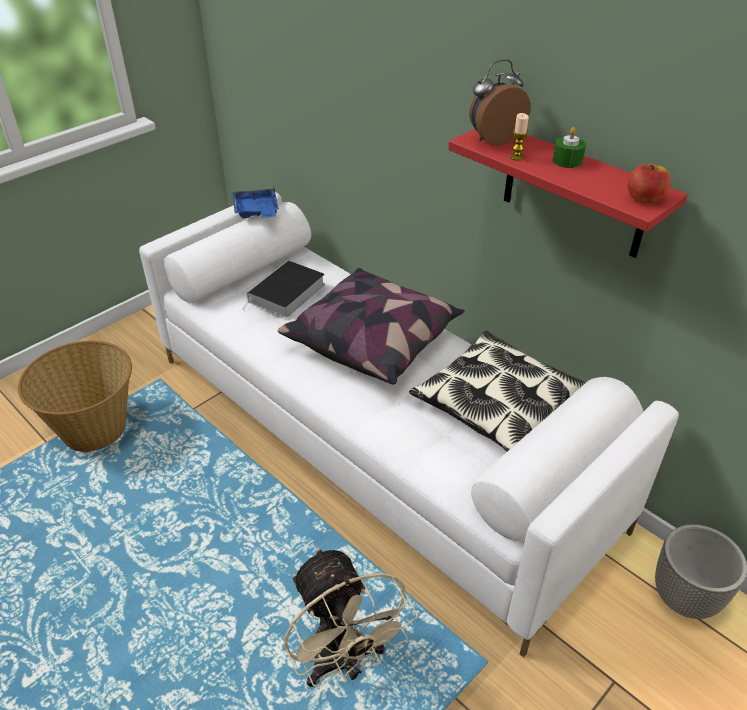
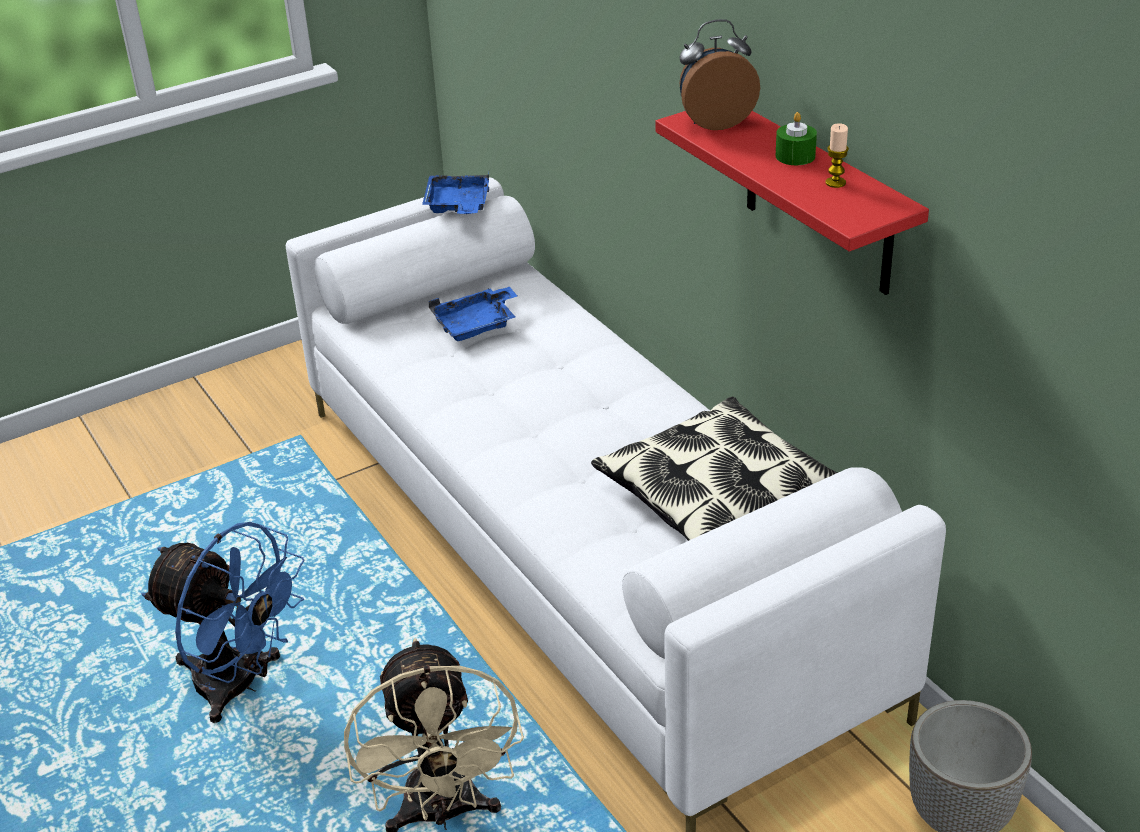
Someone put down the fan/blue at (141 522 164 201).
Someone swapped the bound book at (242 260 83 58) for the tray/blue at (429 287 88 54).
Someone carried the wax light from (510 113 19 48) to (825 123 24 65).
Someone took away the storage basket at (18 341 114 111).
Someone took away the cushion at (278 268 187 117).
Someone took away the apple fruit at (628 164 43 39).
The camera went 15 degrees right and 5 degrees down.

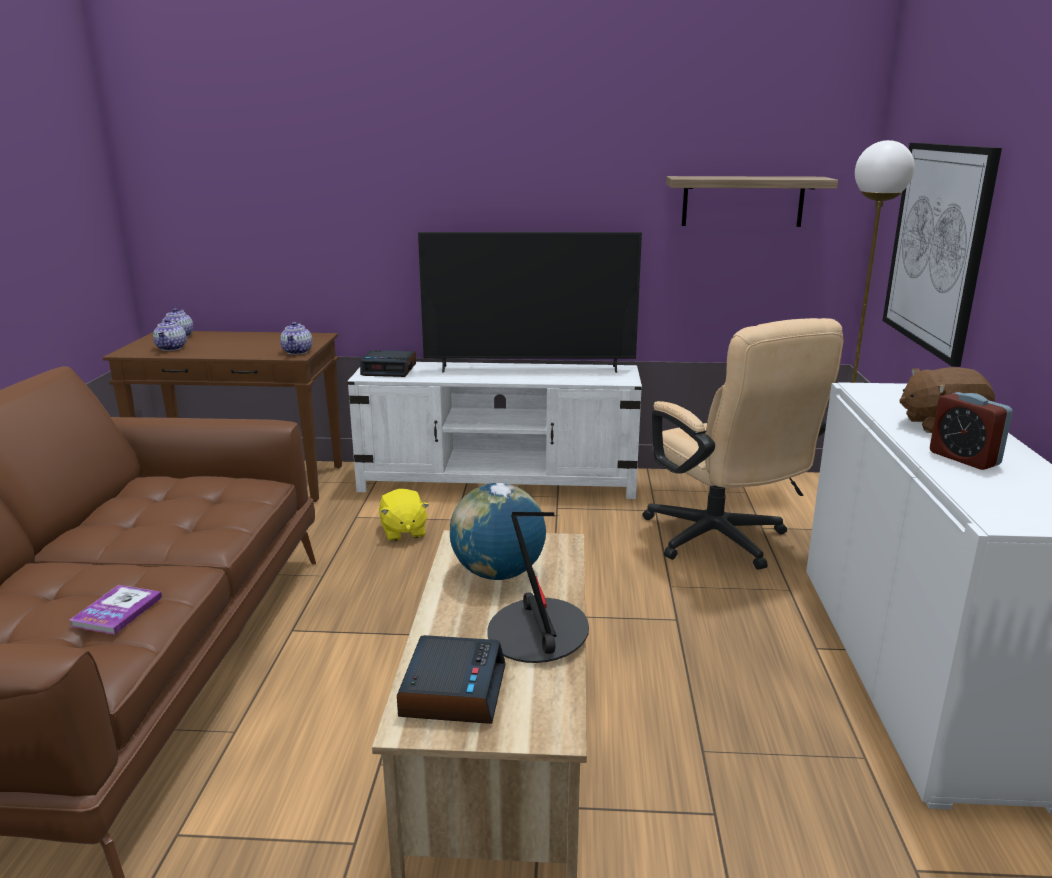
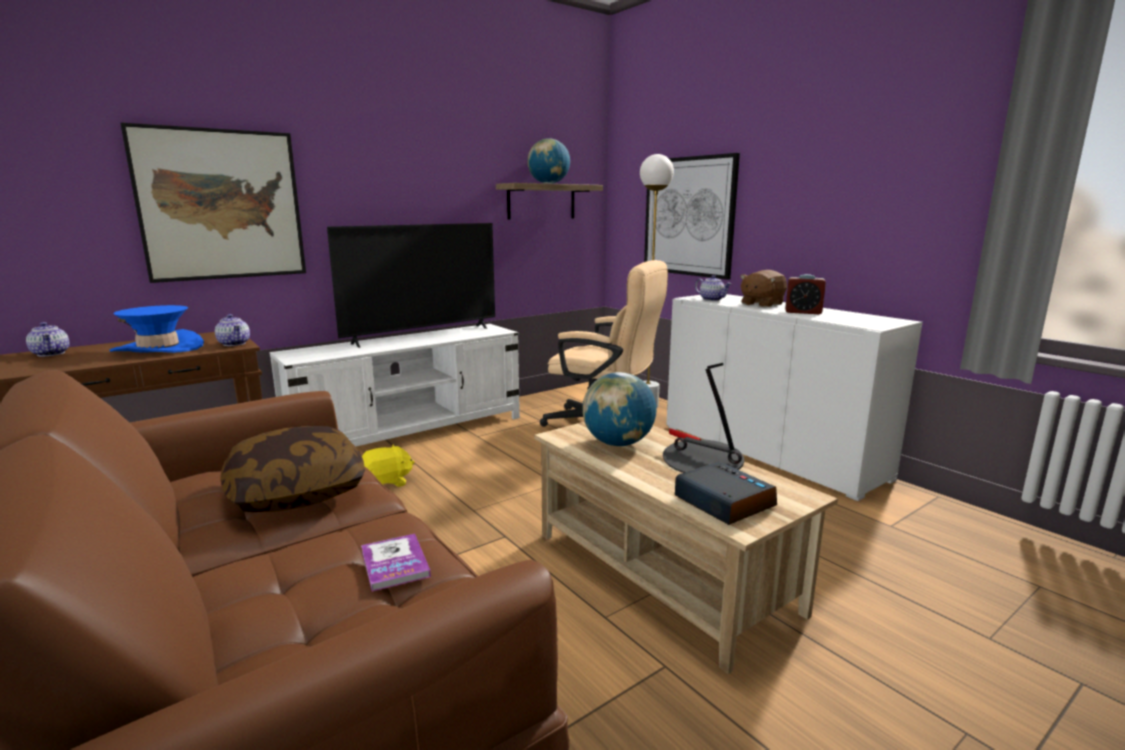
Someone put down the wearable hat/blue at (110 305 94 48).
Someone put up the wall picture at (120 123 186 160).
Someone put down the cushion at (220 426 145 86).
Someone rotated the soft toy/yellow-coloured at (379 489 50 53) by 60 degrees counterclockwise.
Someone put down the world globe at (527 138 43 46).
Someone carried the pot for tea from (153 319 33 32) to (695 275 37 26).
Someone took away the bedside clock at (360 350 56 27).
The camera went 40 degrees left and 5 degrees down.

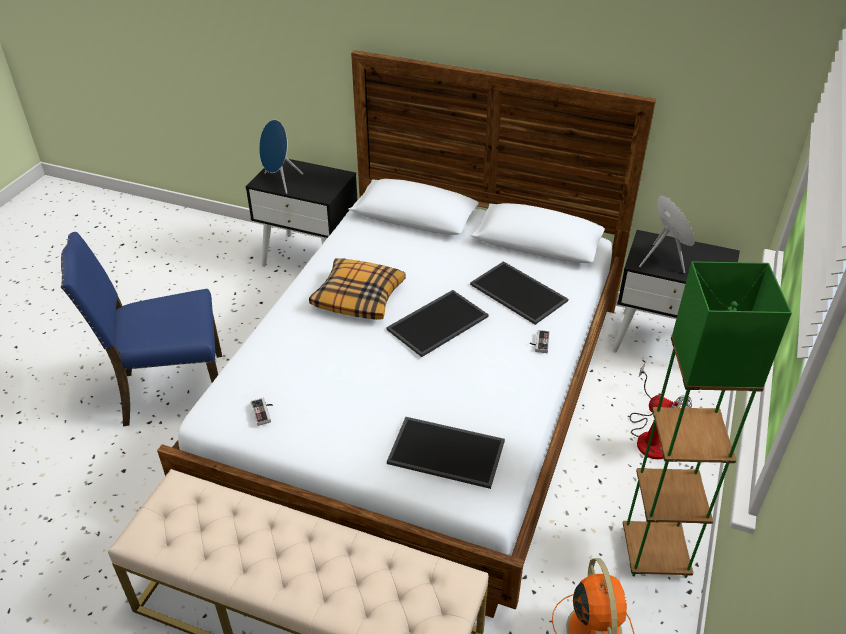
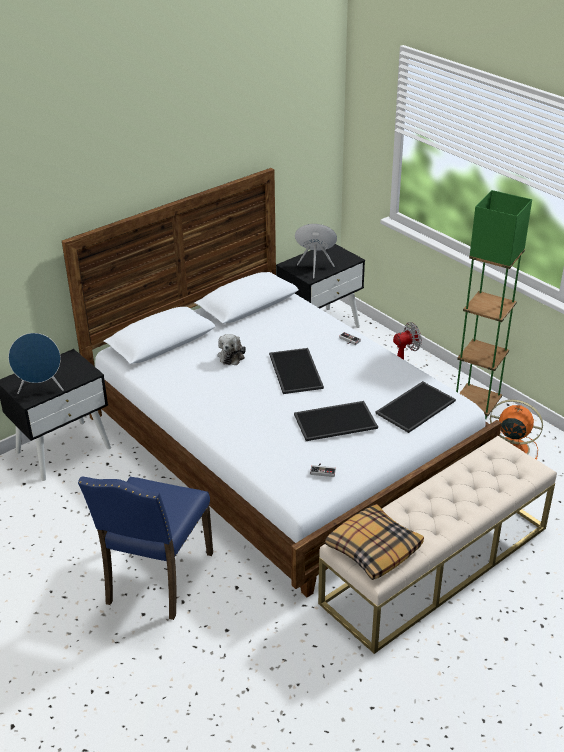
Someone put down the soft toy at (218 334 28 31).
Someone carried the tray from (470 261 98 64) to (294 401 84 40).
Someone carried the cushion from (309 258 97 62) to (325 504 99 76).
The camera went 60 degrees left and 5 degrees down.

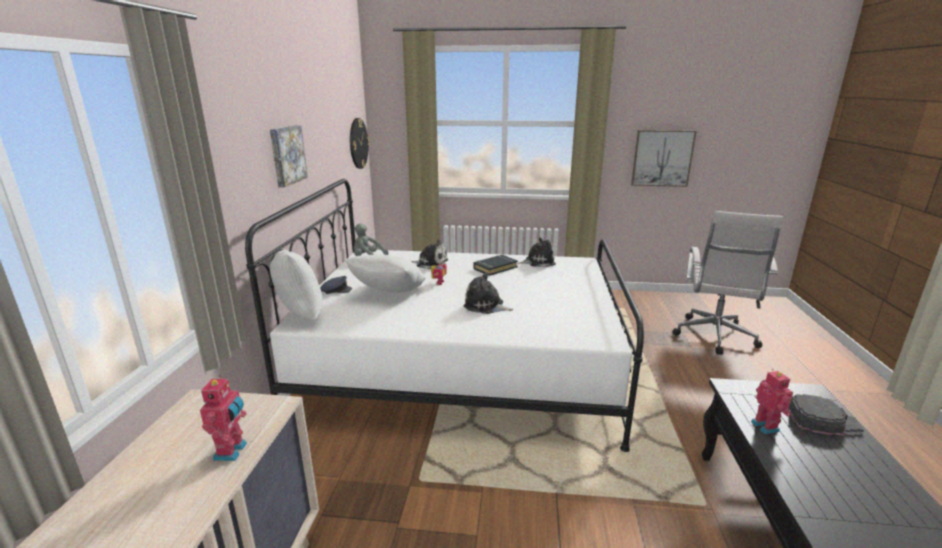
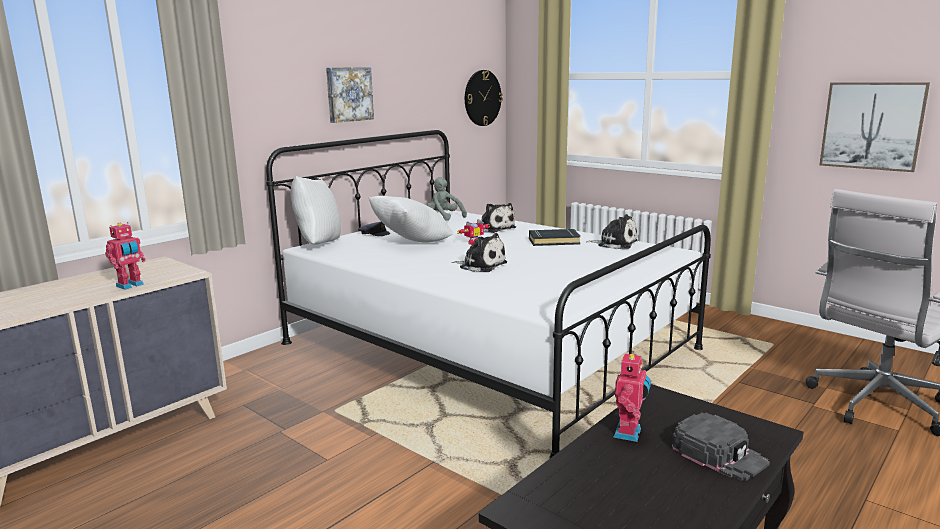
Someone rotated the soft toy at (464 272 49 42) by 150 degrees clockwise.
The camera went 35 degrees right and 5 degrees down.

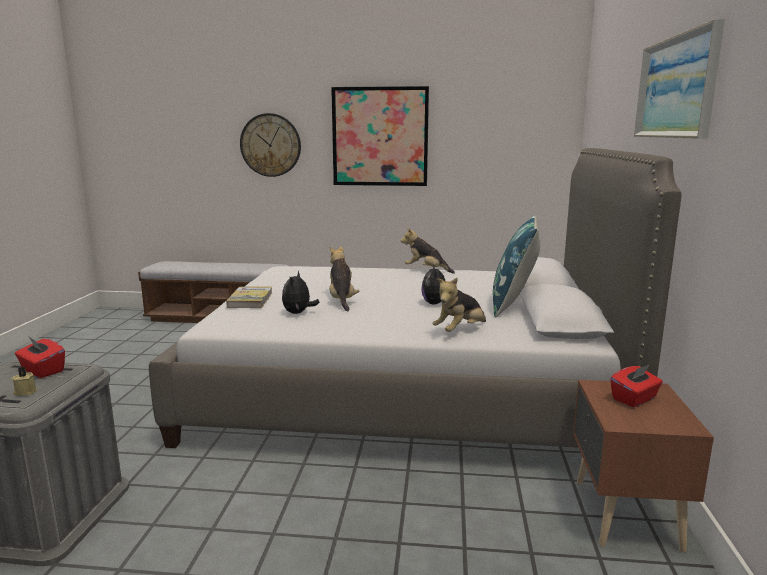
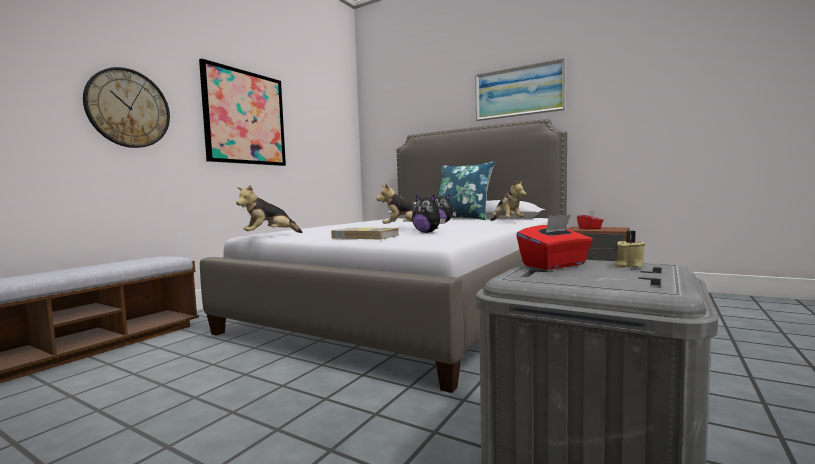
Someone carried the soft toy from (400 228 55 46) to (236 185 67 48).
The camera went 65 degrees left and 10 degrees down.

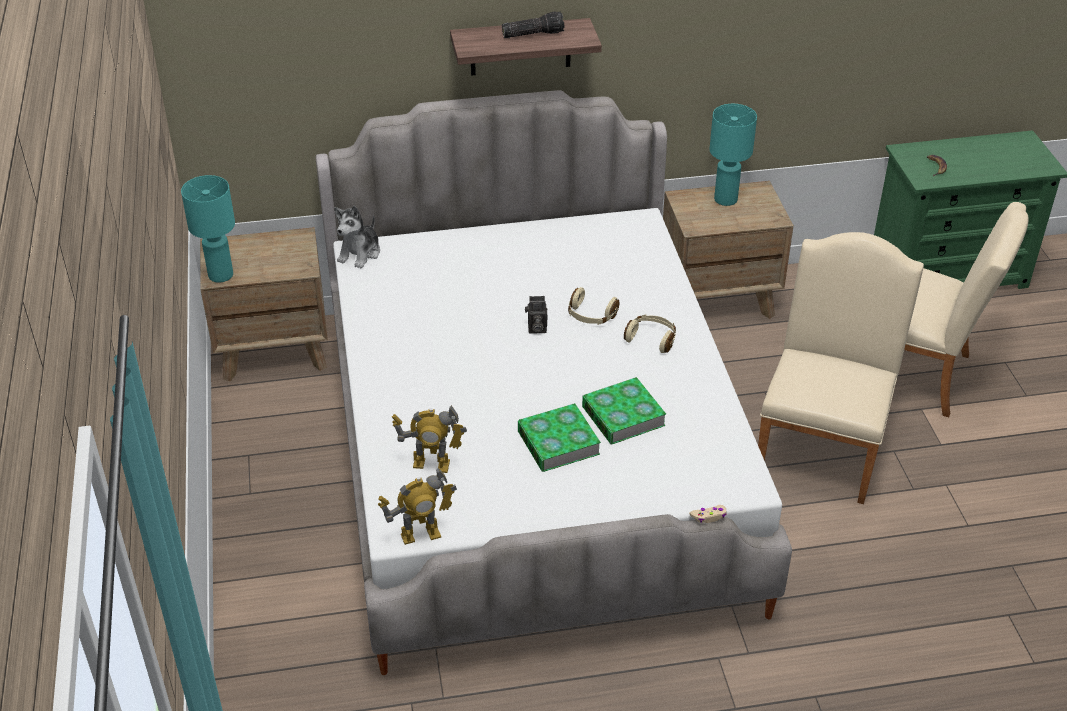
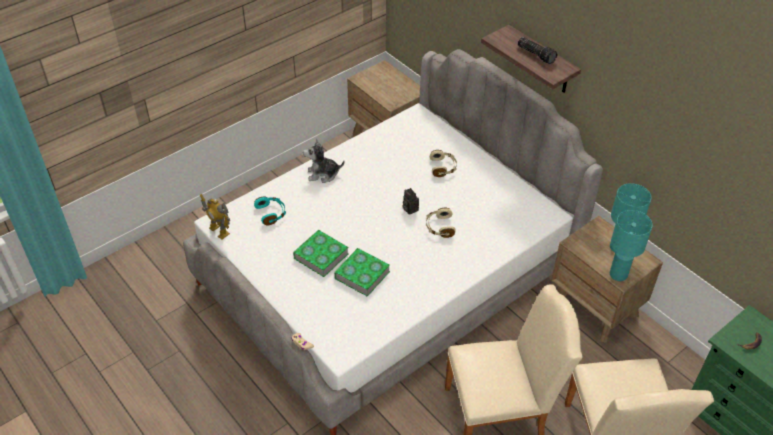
Someone swapped the toy robot at (392 405 75 68) for the headphones/blue-green at (254 196 32 29).
Someone carried the soft toy from (334 206 46 63) to (303 138 41 45).
Someone carried the headphones/sand-coloured from (624 314 52 39) to (430 150 27 27).
Someone carried the table lamp/blue-green from (181 175 54 108) to (610 210 43 71).
The camera went 60 degrees right and 5 degrees up.

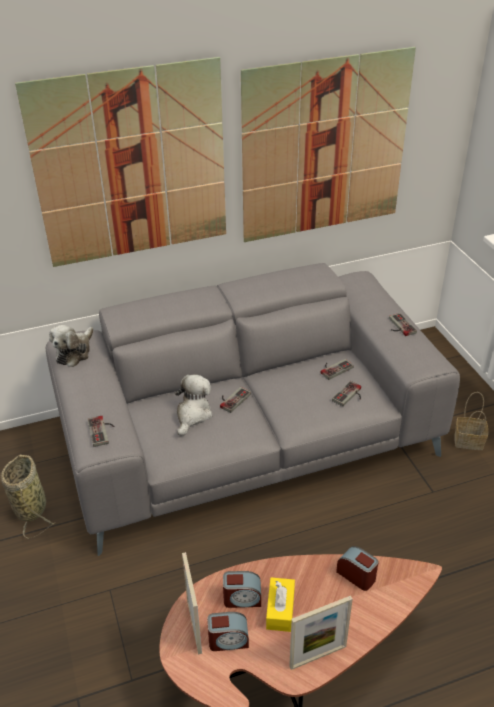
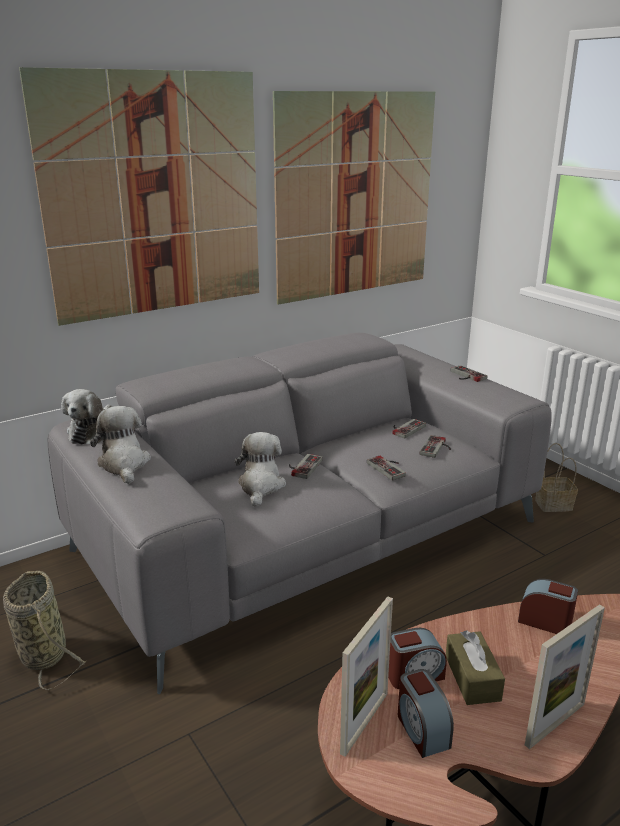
Someone put down the soft toy at (90 406 61 78).
Someone rotated the standing frame at (182 552 20 102) by 60 degrees clockwise.
Someone carried the gamepad from (88 416 27 31) to (367 456 39 24).
Someone rotated the bedside clock at (207 612 42 39) by 90 degrees clockwise.
Someone repainted the box of tissues/yellow-coloured at (266 577 29 55), which became the box of tissues/brownish at (446 630 59 75).
The camera went 15 degrees left and 15 degrees down.

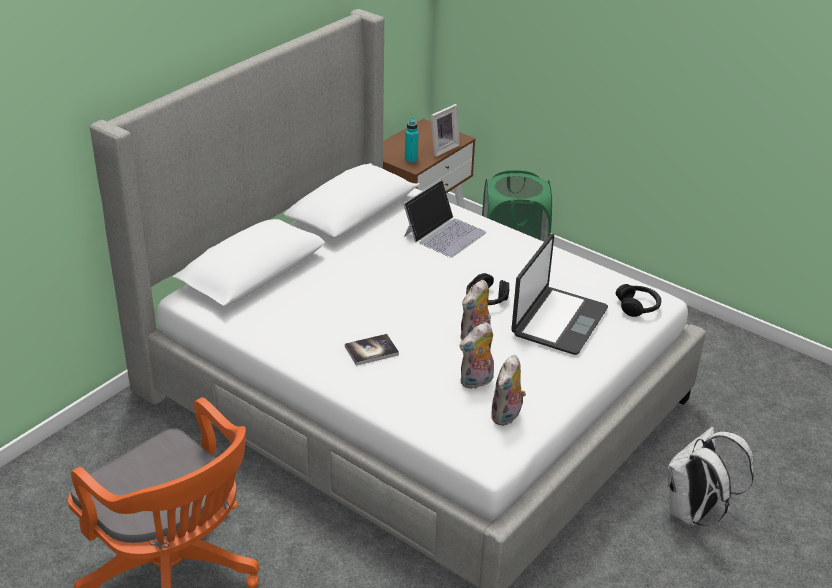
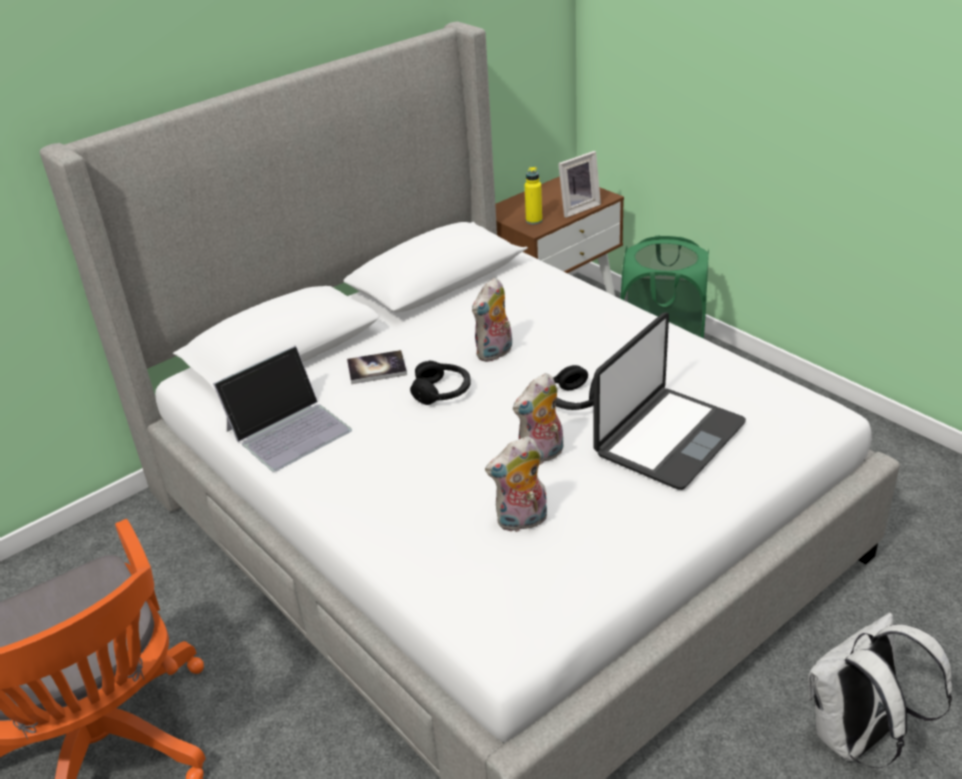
Someone carried the laptop from (403 180 84 77) to (213 346 139 126).
Someone carried the bound book from (345 334 54 32) to (347 350 60 34).
Someone carried the headphones/blackish from (616 284 45 33) to (410 361 61 44).
Someone carried the soft toy from (491 355 35 71) to (472 278 40 84).
Someone repainted the drink bottle/blue-green at (405 118 14 45), which became the drink bottle/yellow-coloured at (525 166 17 58).
The camera went 15 degrees right and 0 degrees up.

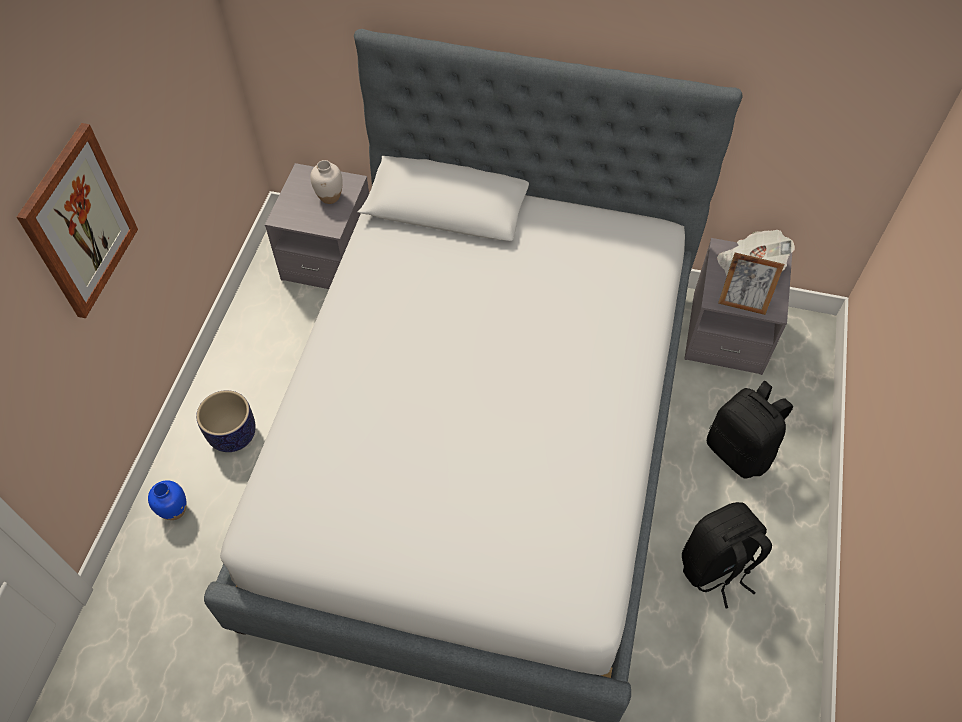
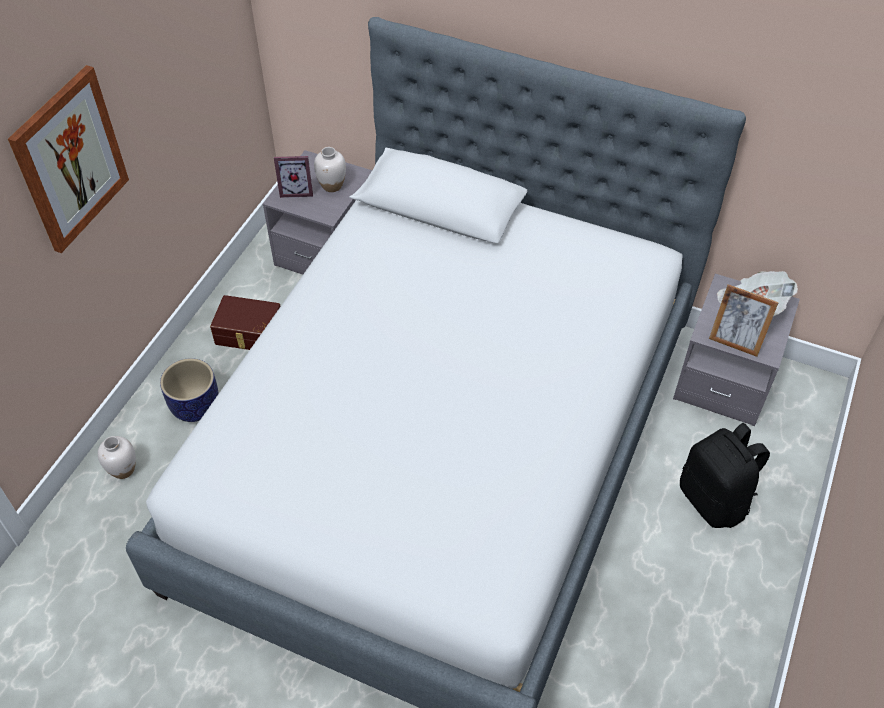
Someone repainted the decorative vase/blue at (148 480 39 40), which became the decorative vase/whitish at (98 436 38 43).
Someone put down the storage box/brownish at (210 295 71 55).
Someone put down the standing frame at (274 156 39 42).
Someone took away the knapsack/blackish at (682 502 90 107).
The camera went 10 degrees right and 5 degrees down.

